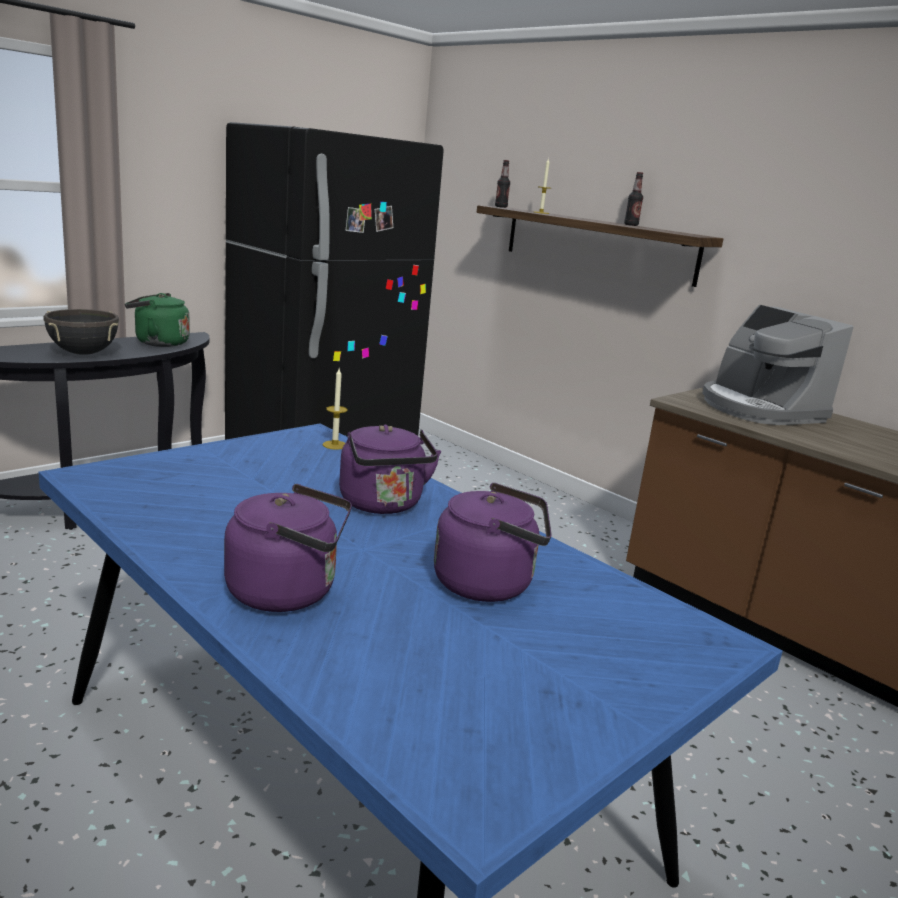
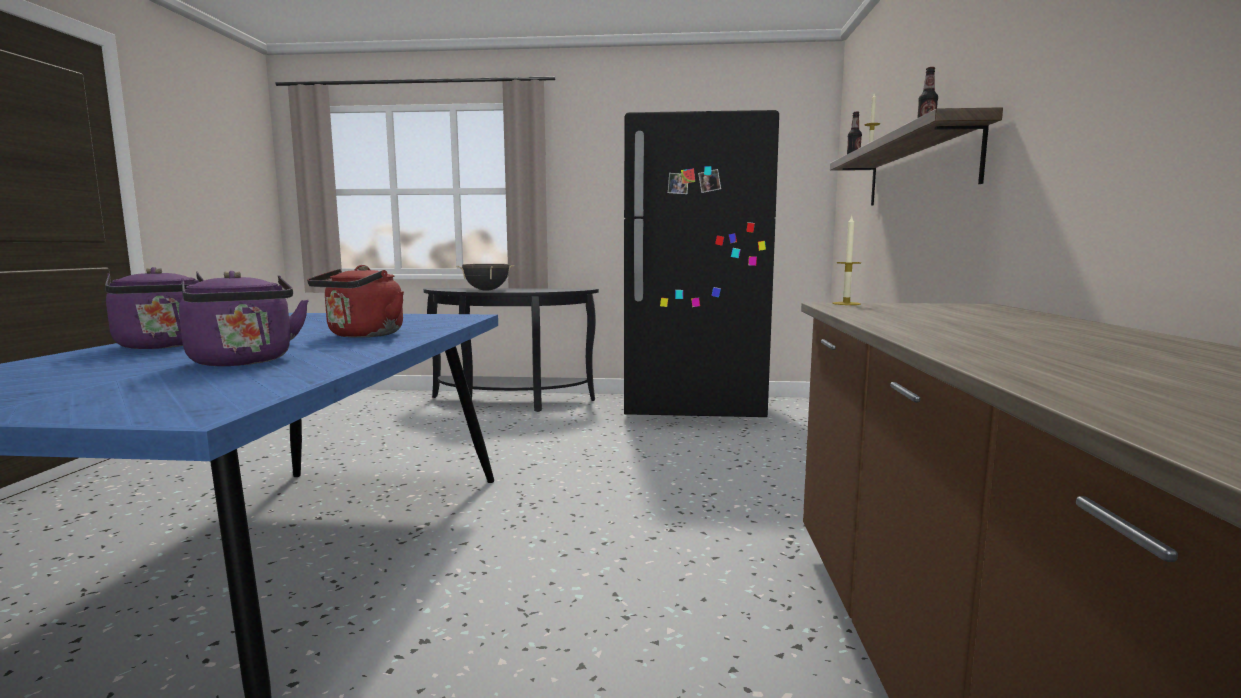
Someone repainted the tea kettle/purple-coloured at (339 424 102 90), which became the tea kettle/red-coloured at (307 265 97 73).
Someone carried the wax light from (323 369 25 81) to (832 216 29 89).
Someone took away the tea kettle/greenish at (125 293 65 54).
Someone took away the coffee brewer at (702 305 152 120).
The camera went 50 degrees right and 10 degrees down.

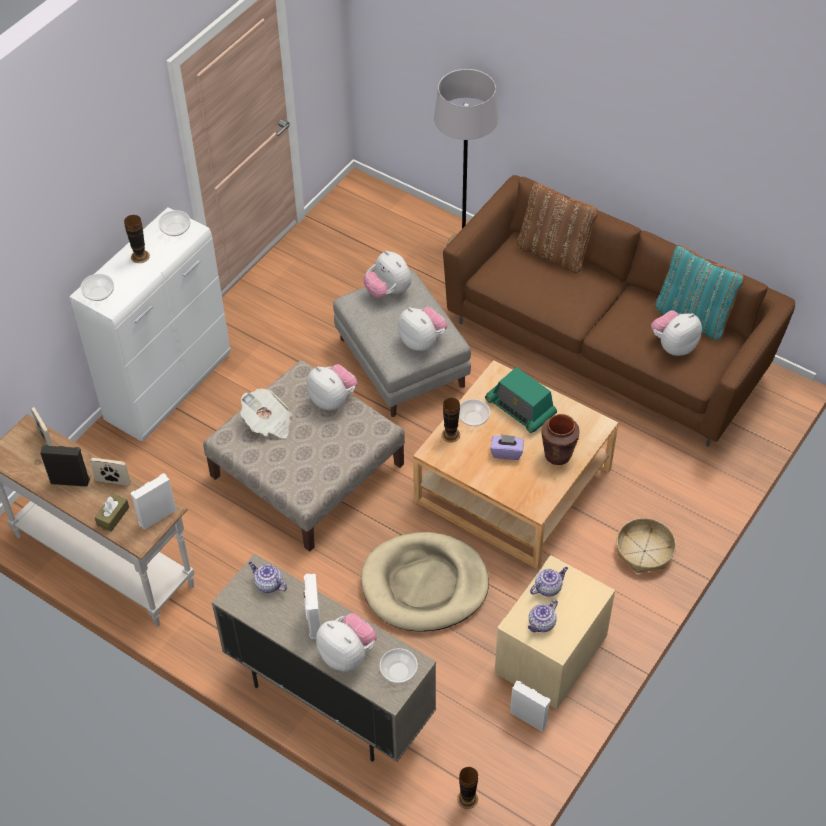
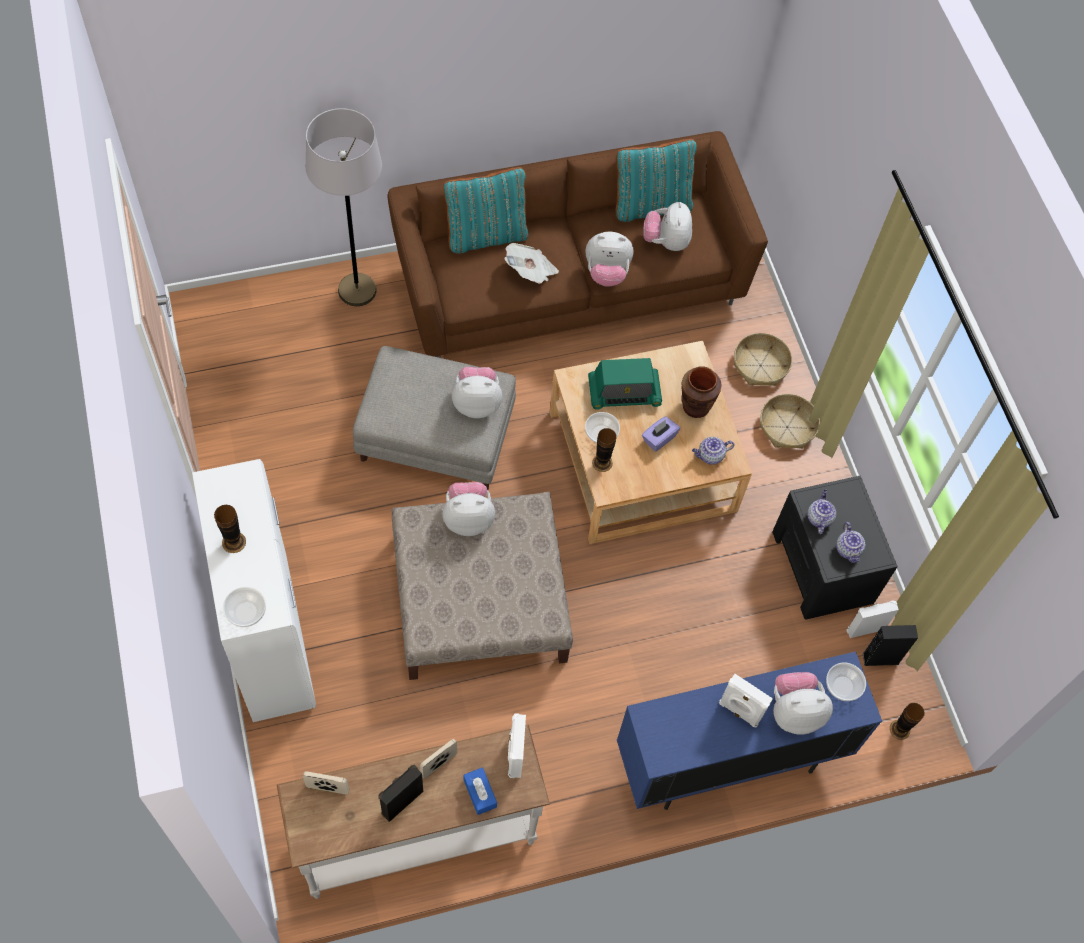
Someone repainted the cushion/brownish at (517 182 81 92), which became the cushion/blue-green at (443 167 85 87).
Someone repainted the box of tissues/brownish at (94 493 35 39), which became the box of tissues/blue at (463 767 34 48).
Someone carried the printed paper from (240 389 52 50) to (504 243 55 41).
Someone carried the soft toy from (363 251 49 47) to (586 232 48 55).
Someone repainted the cupboard/sand-coloured at (212 554 224 208), which became the cupboard/blue at (617 651 265 159).
Someone carried the pot for tea from (248 562 39 31) to (692 437 43 28).
Someone put down the storage basket at (734 333 58 53).
Someone repainted the nightstand/sand-coloured at (495 555 120 154), which became the nightstand/blackish at (772 476 126 144).
Someone put down the audio speaker/blackish at (863 625 55 41).
Someone took away the bowl at (158 210 32 26).
Someone took away the pet bed/sand-coloured at (361 532 128 99).
The camera went 55 degrees left and 10 degrees up.

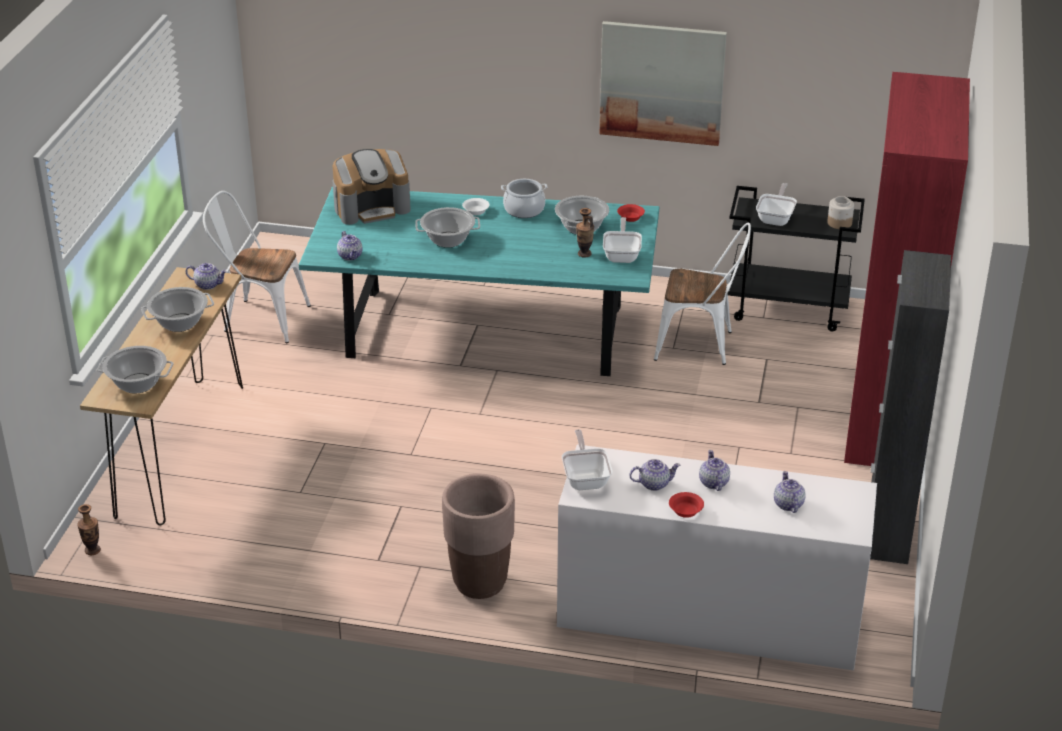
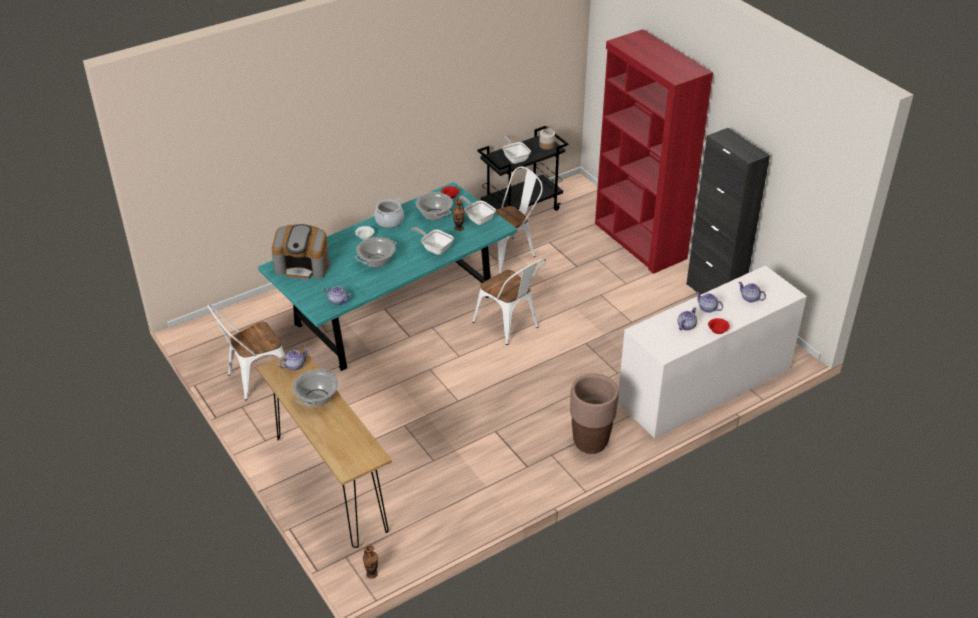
Someone rotated the coffee brewer at (332 149 79 76) by 75 degrees clockwise.
Someone carried the pan from (562 429 50 61) to (412 227 42 28).
Someone put down the plain chair/whitish at (472 258 74 87).
Someone took away the stockpot at (97 346 77 48).
Someone took away the wall picture at (599 21 128 125).
The camera went 45 degrees left and 5 degrees up.

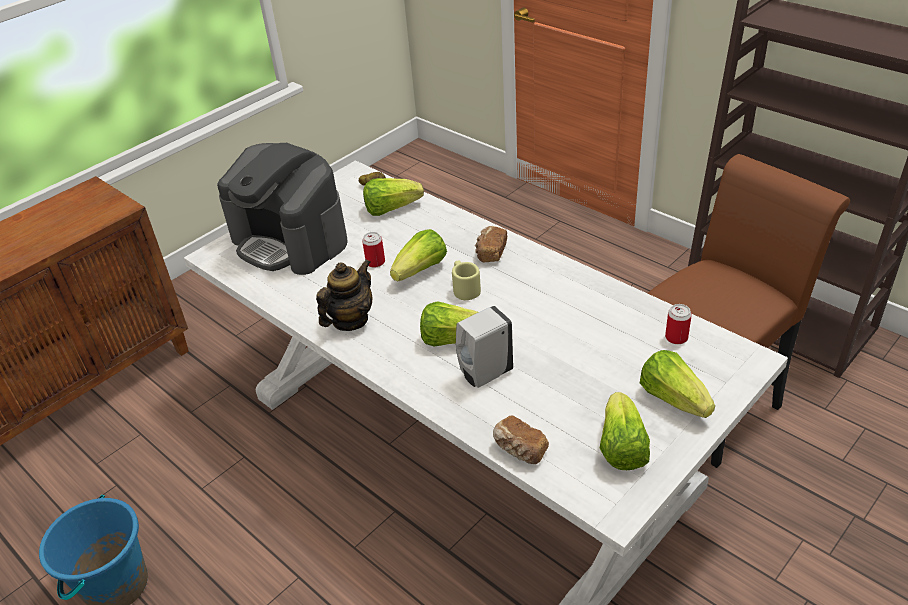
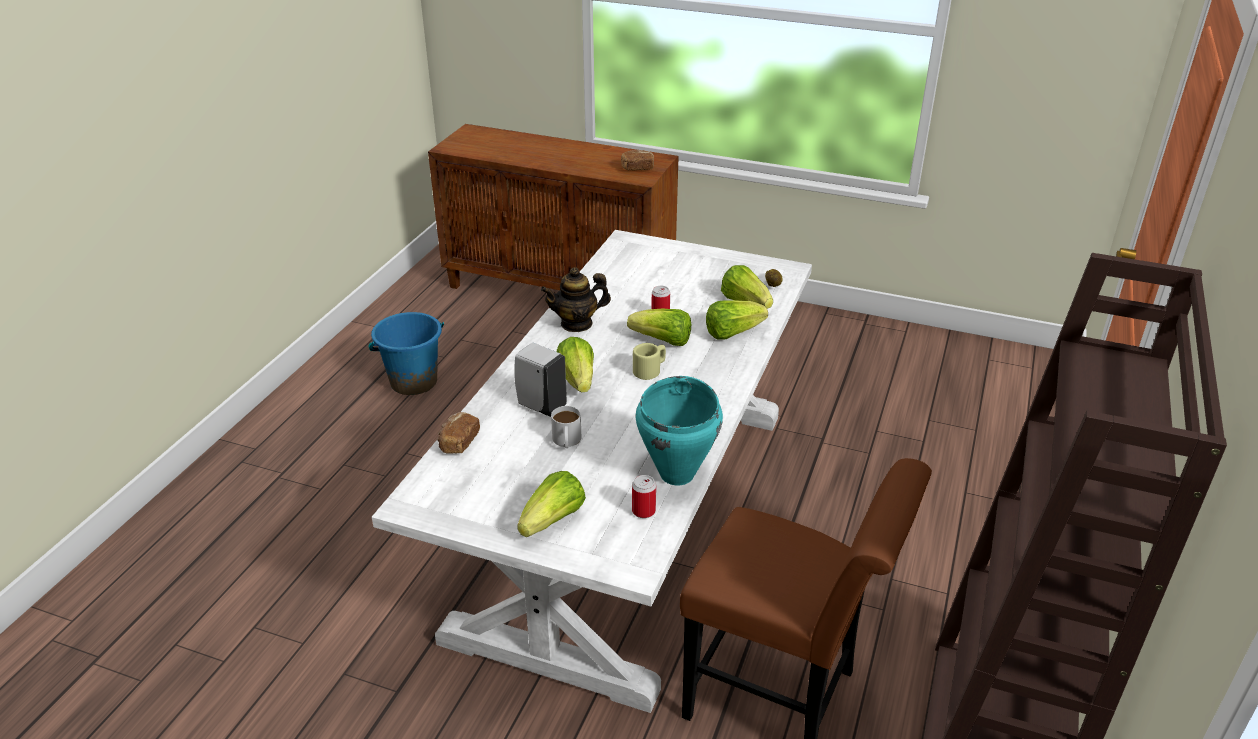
Someone rotated the pot for tea at (316 259 56 72) by 150 degrees clockwise.
Someone put down the tea mug/whitish at (551 406 30 42).
Someone carried the bakery bread from (475 226 32 36) to (621 150 33 20).
Someone put down the stockpot/blue-green at (636 376 87 109).
Someone carried the lettuce head from (600 392 50 78) to (706 300 62 40).
Someone took away the coffee brewer at (217 143 131 132).
The camera went 65 degrees right and 5 degrees down.

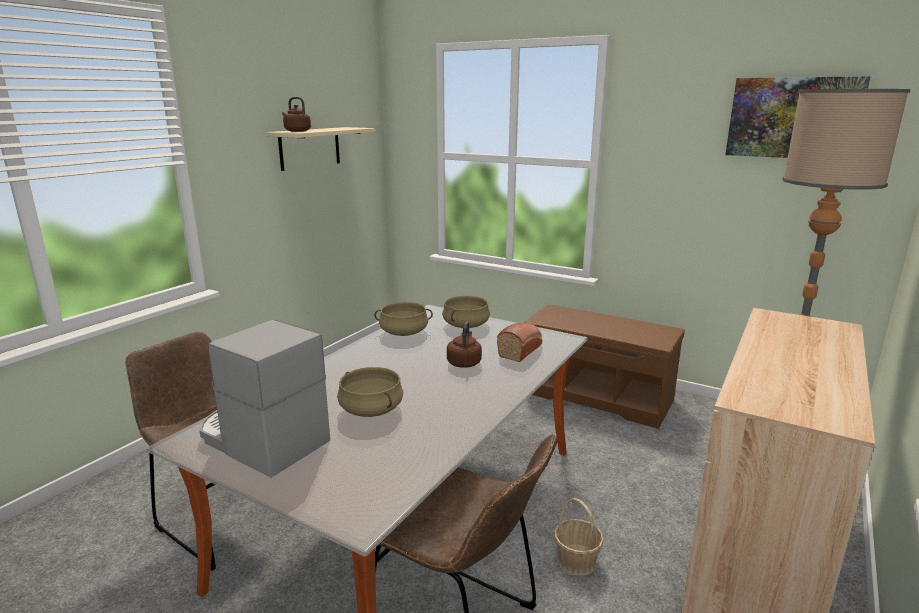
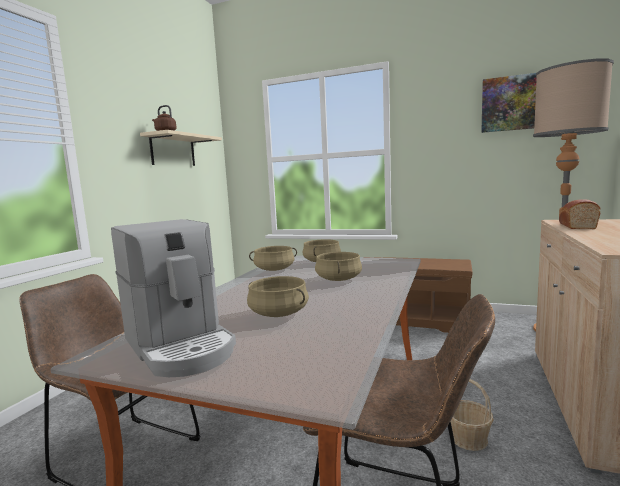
Someone rotated the coffee brewer at (199 320 131 158) by 150 degrees counterclockwise.
Someone swapped the tea kettle/brownish at (447 321 35 47) for the stockpot/sand-coloured at (315 252 47 29).
Someone carried the bakery bread from (497 323 45 39) to (559 199 41 30).
The camera went 10 degrees left and 10 degrees down.

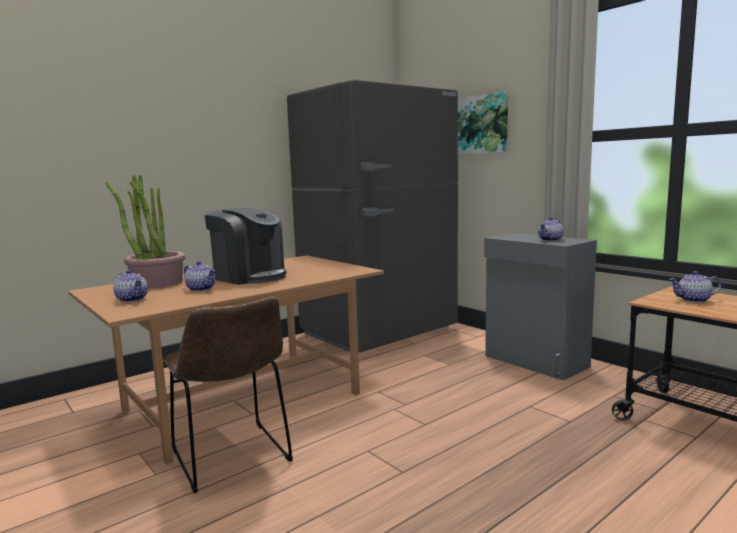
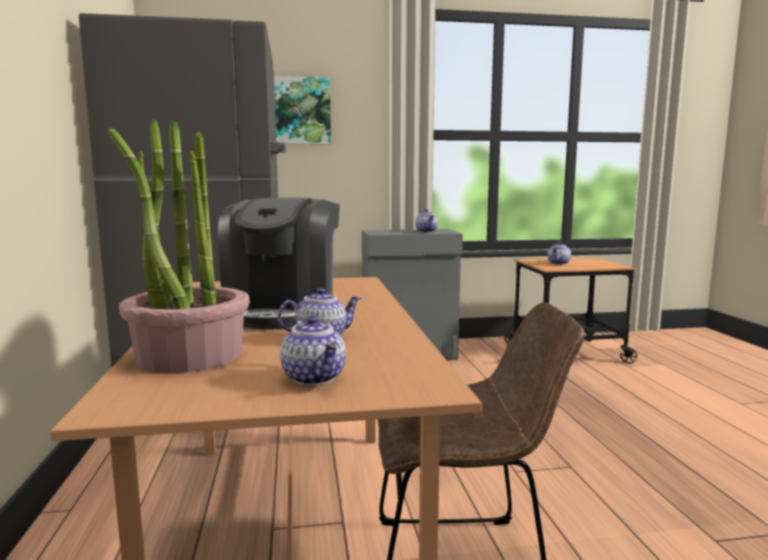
Someone rotated the coffee brewer at (204 208 83 77) by 120 degrees clockwise.
Someone rotated the pot for tea at (113 270 35 32) by 75 degrees clockwise.
The camera went 60 degrees left and 0 degrees up.

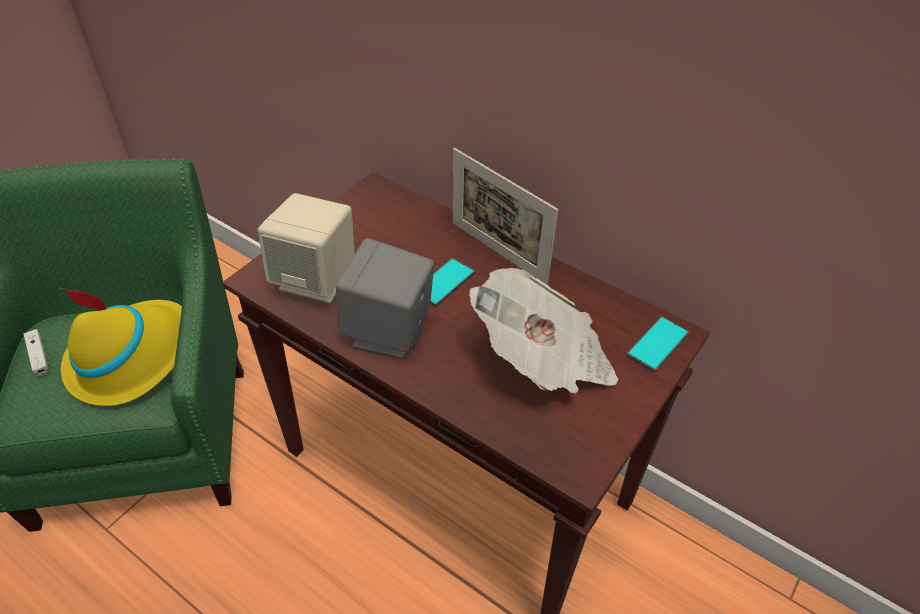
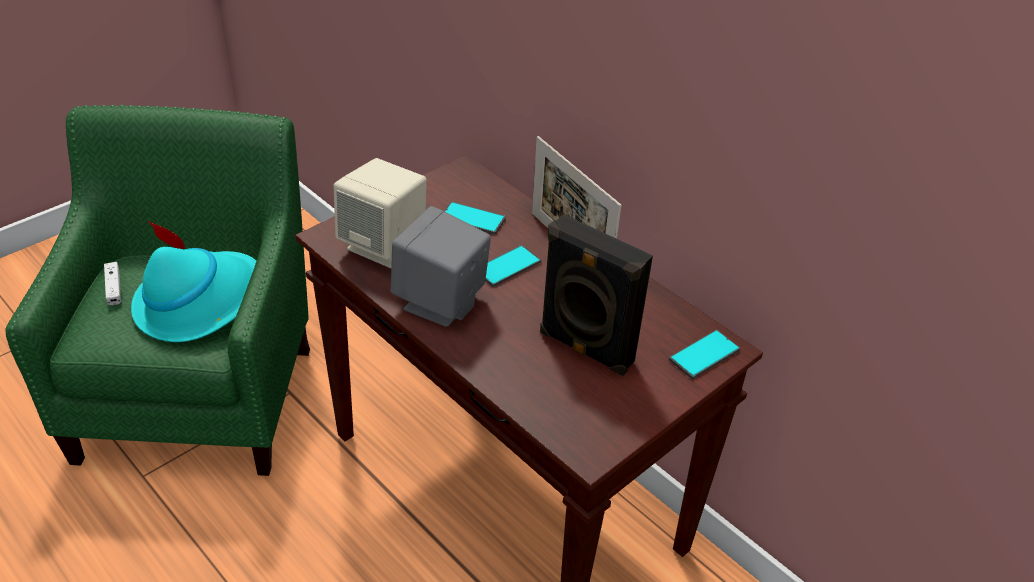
Someone repainted the wearable hat/yellow-coloured at (61 288 121 118), which became the wearable hat/blue-green at (131 220 125 122).
Someone put down the telephone at (444 202 62 33).
Someone swapped the printed paper at (469 268 149 125) for the audio speaker/blackish at (540 214 113 162).
The camera went 10 degrees right and 5 degrees down.

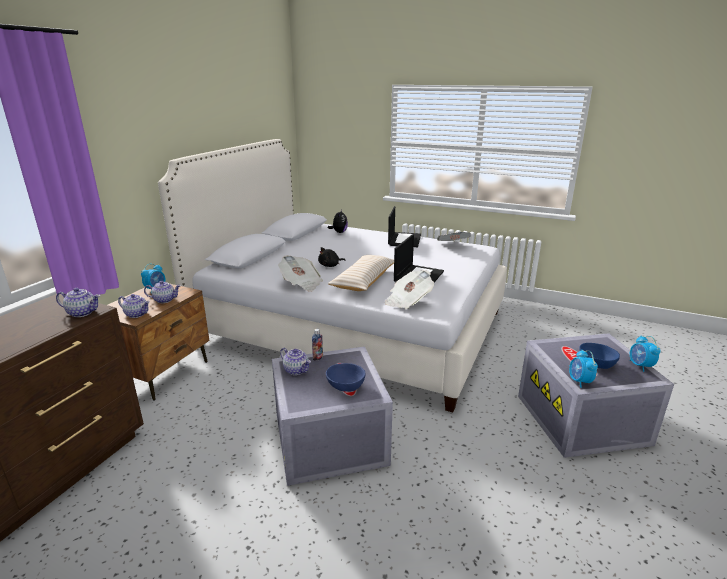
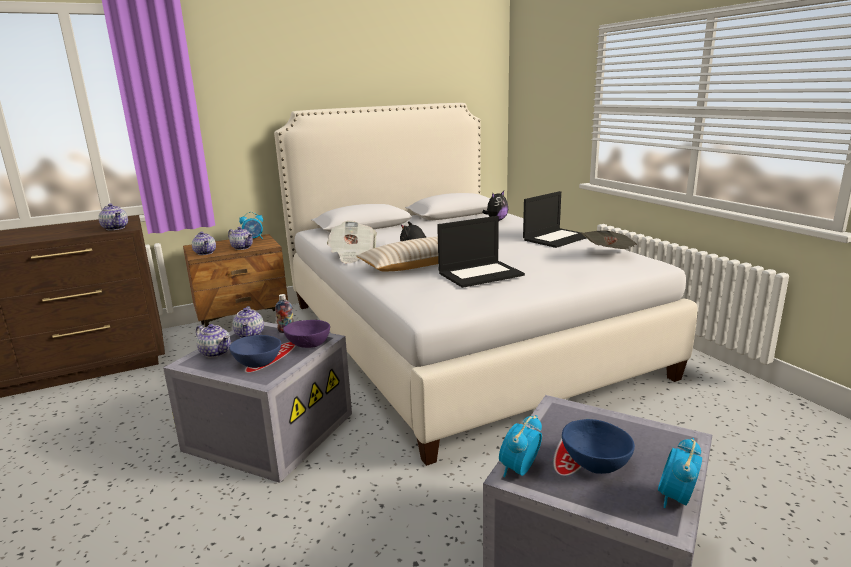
Someone put down the pot for tea at (196 324 35 34).
Someone put down the bowl/purple-coloured at (283 320 47 28).
Someone took away the printed paper at (385 270 49 39).
The camera went 40 degrees right and 5 degrees down.

